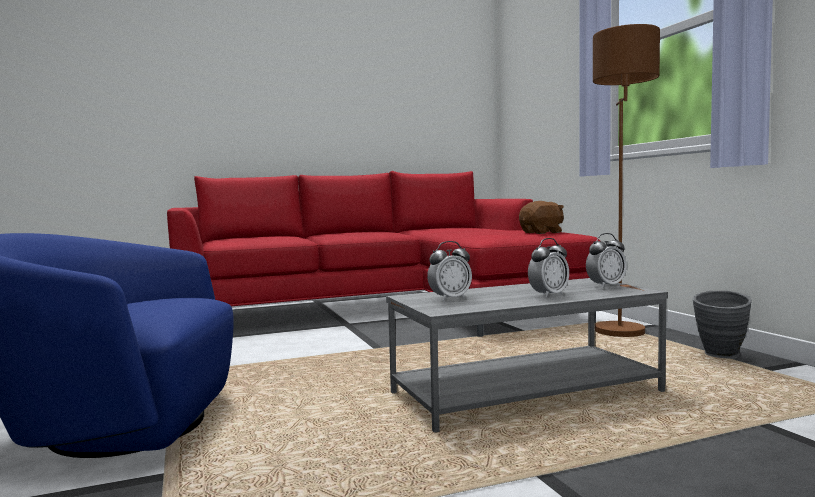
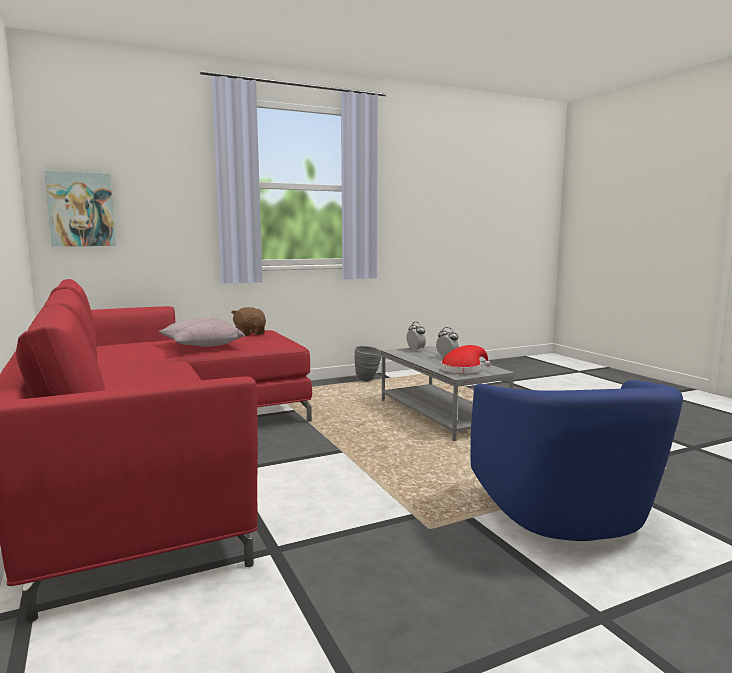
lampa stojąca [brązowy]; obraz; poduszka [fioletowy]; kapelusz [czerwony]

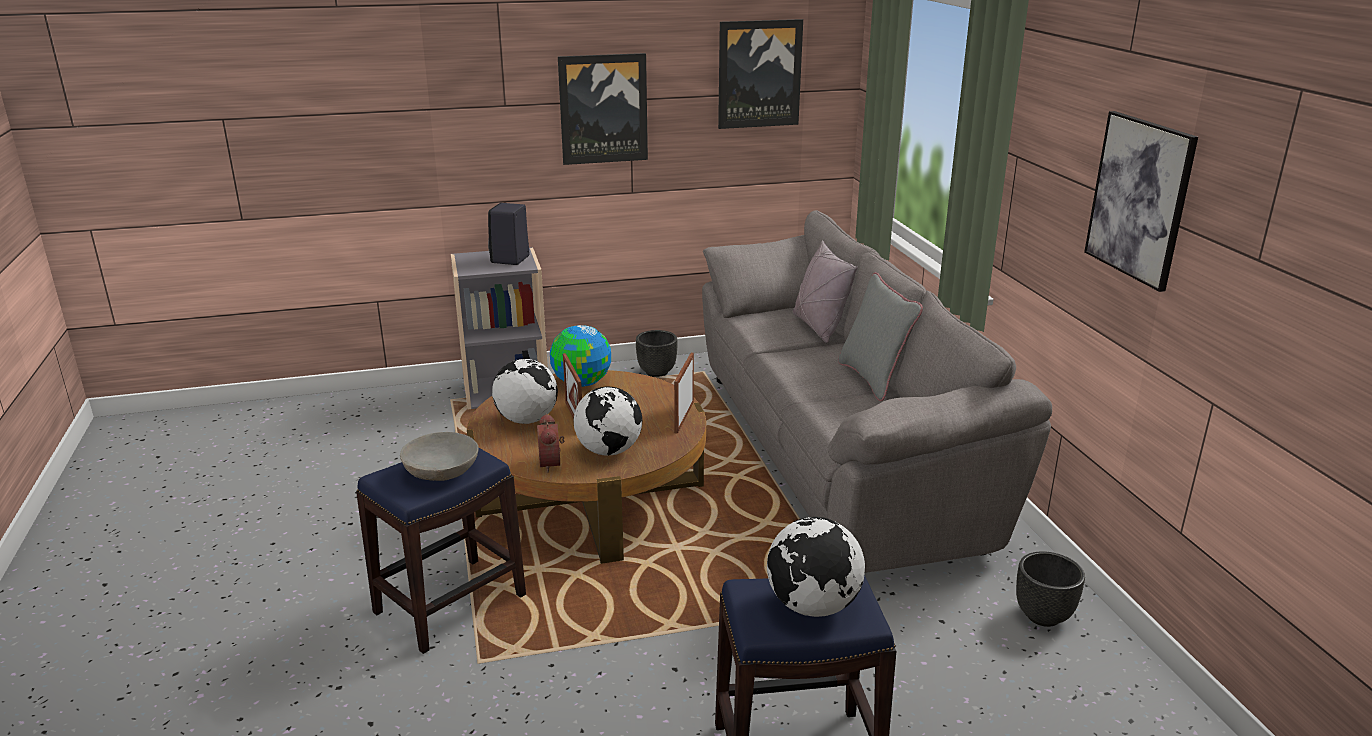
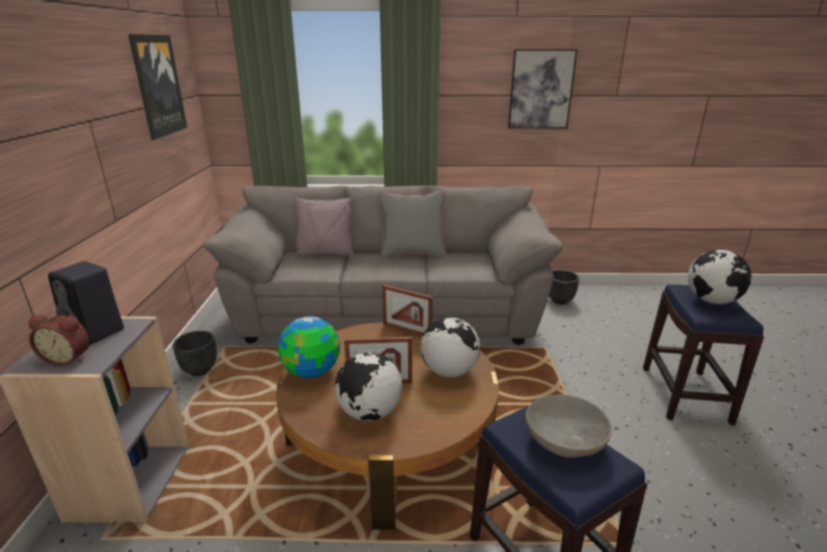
obraz (1st from left in the first image); budzik

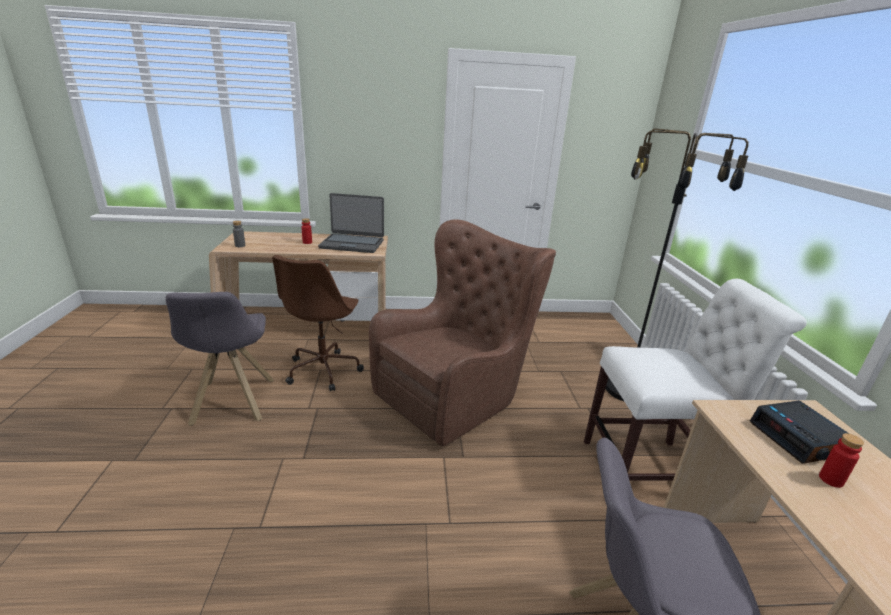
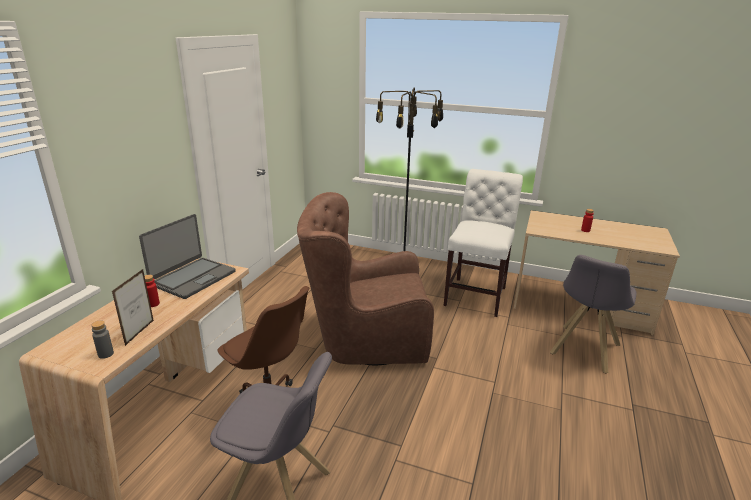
budzik; ramka na zdjęcie; fotel [brązowy]

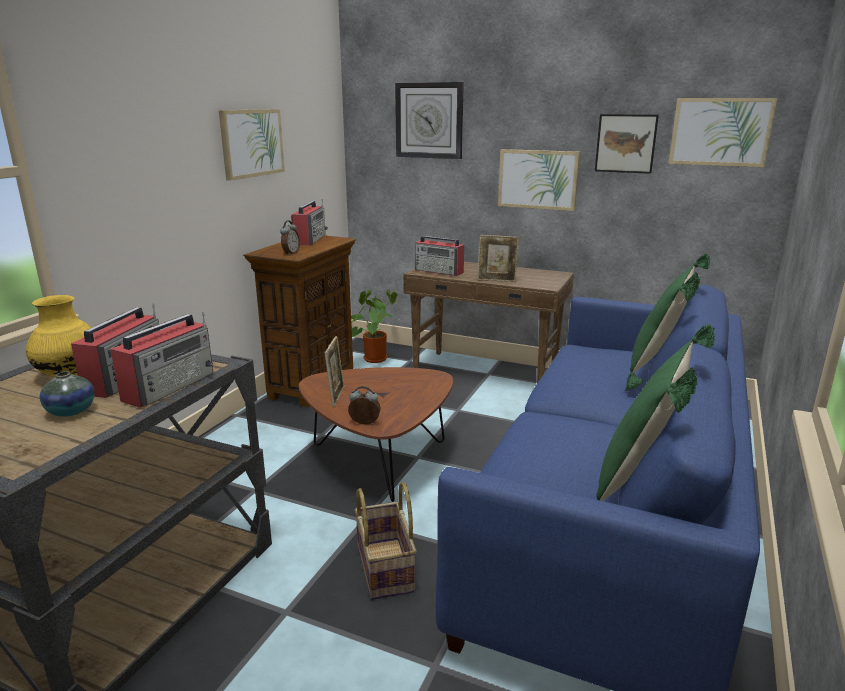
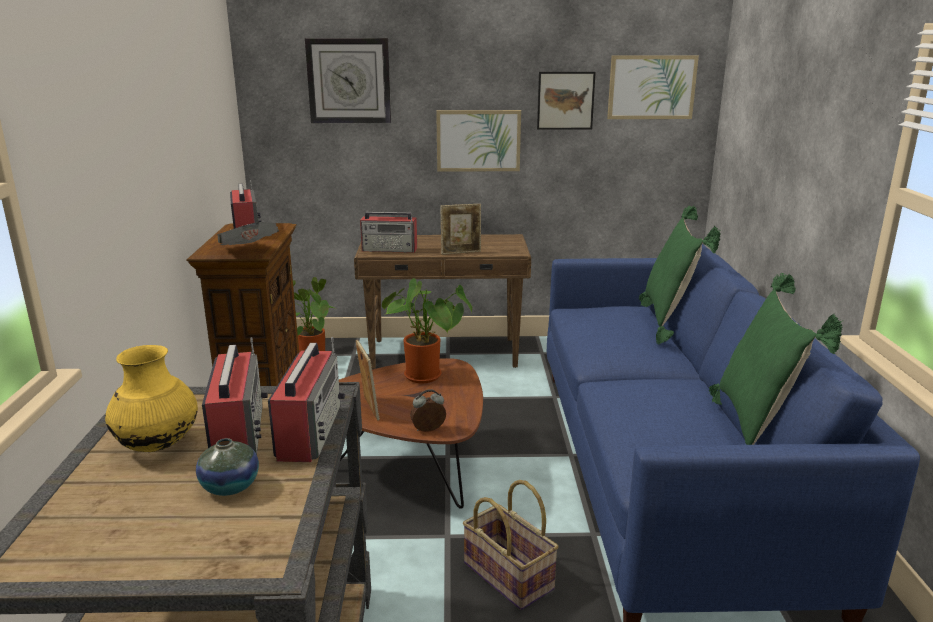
obraz (1st from left in the first image); roślina doniczkowa (2nd from left); gazeta

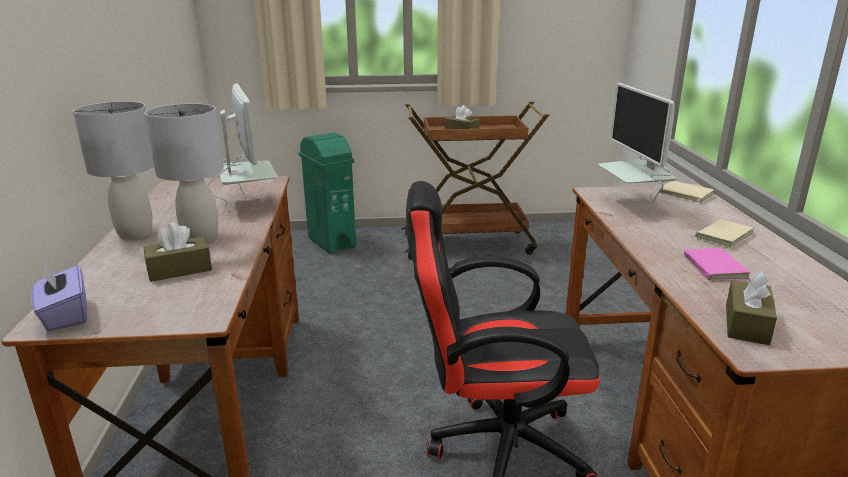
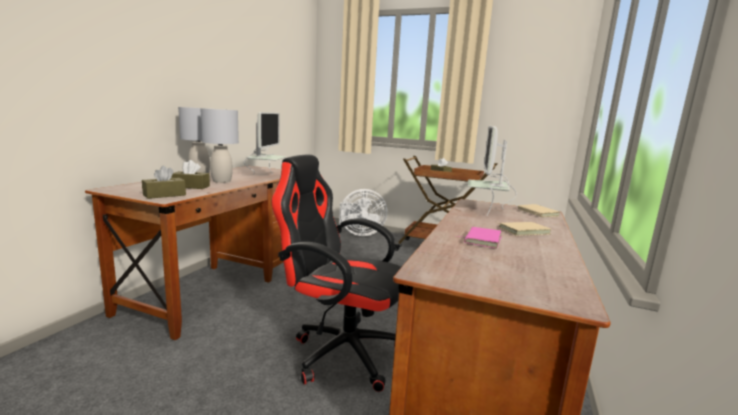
pudełko chusteczek [fioletowy]; pudełko chusteczek [brązowy] (1st from left); wentylator [biały]

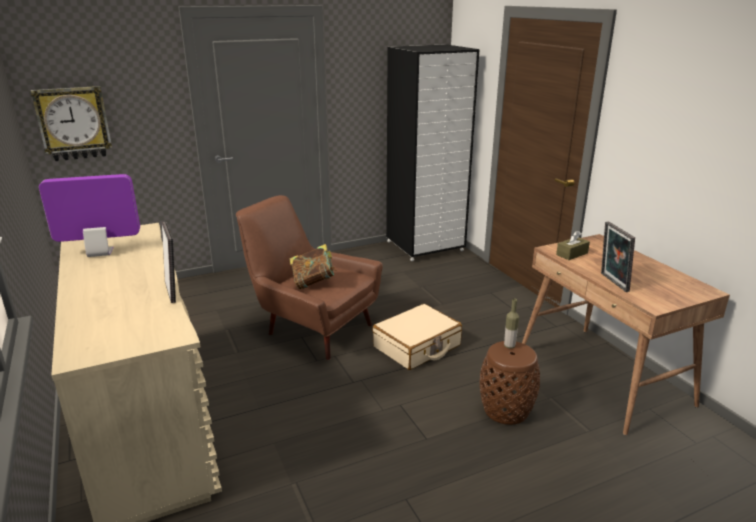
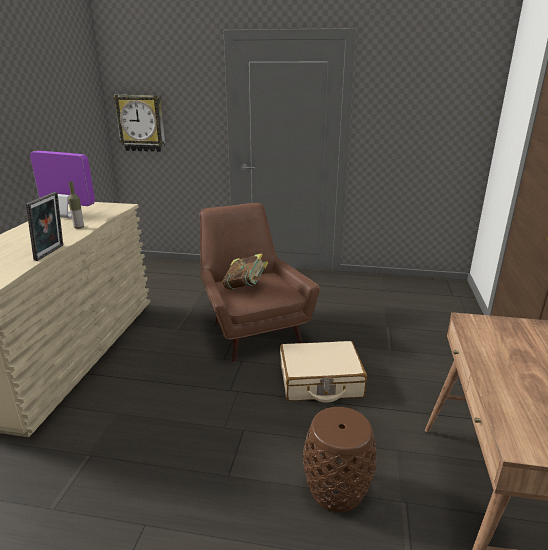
szafa; pudełko chusteczek [brązowy]; ramka na zdjęcie (2nd from left in the first image); butelka

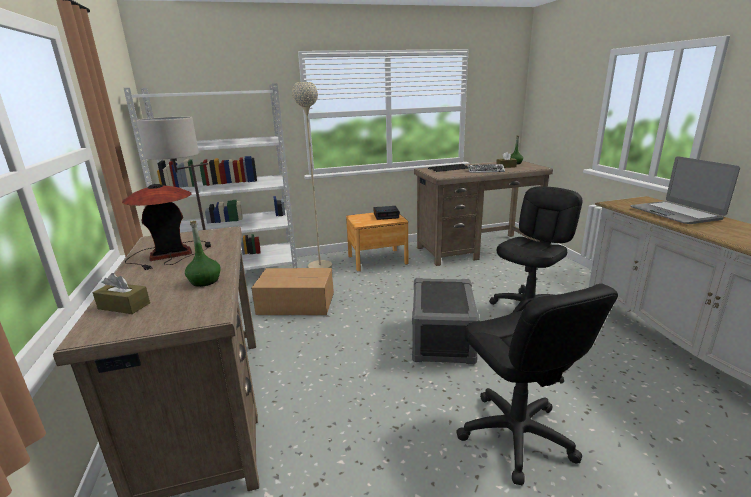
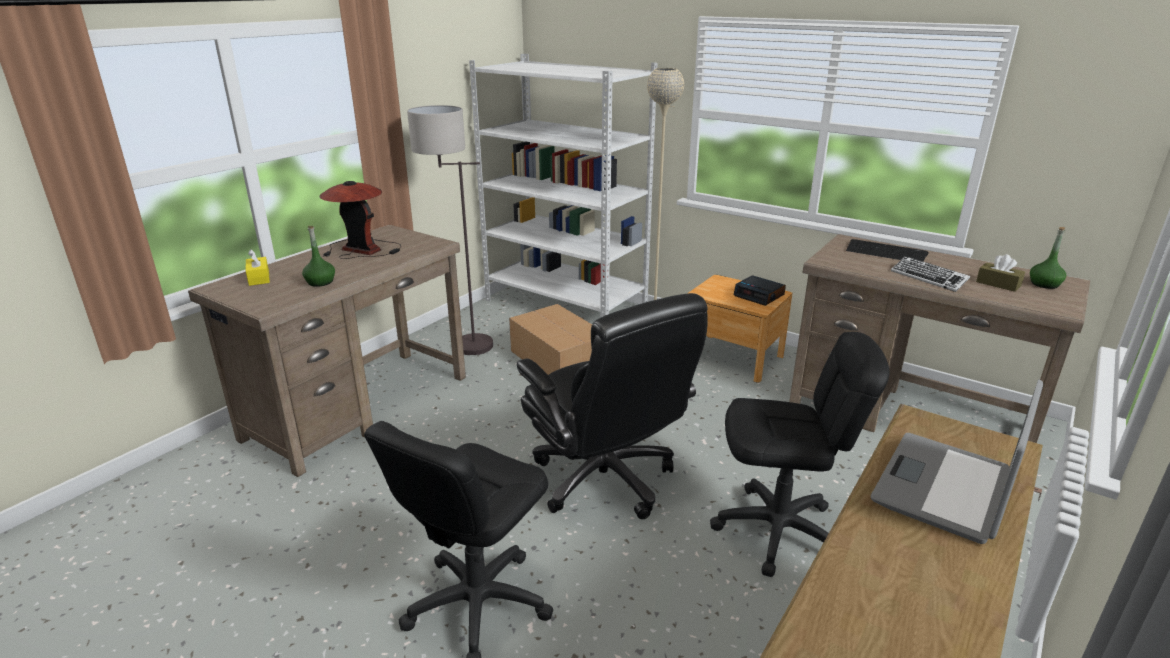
krzesło biurowe [czarny] (2nd from left); pudełko chusteczek [żółty]

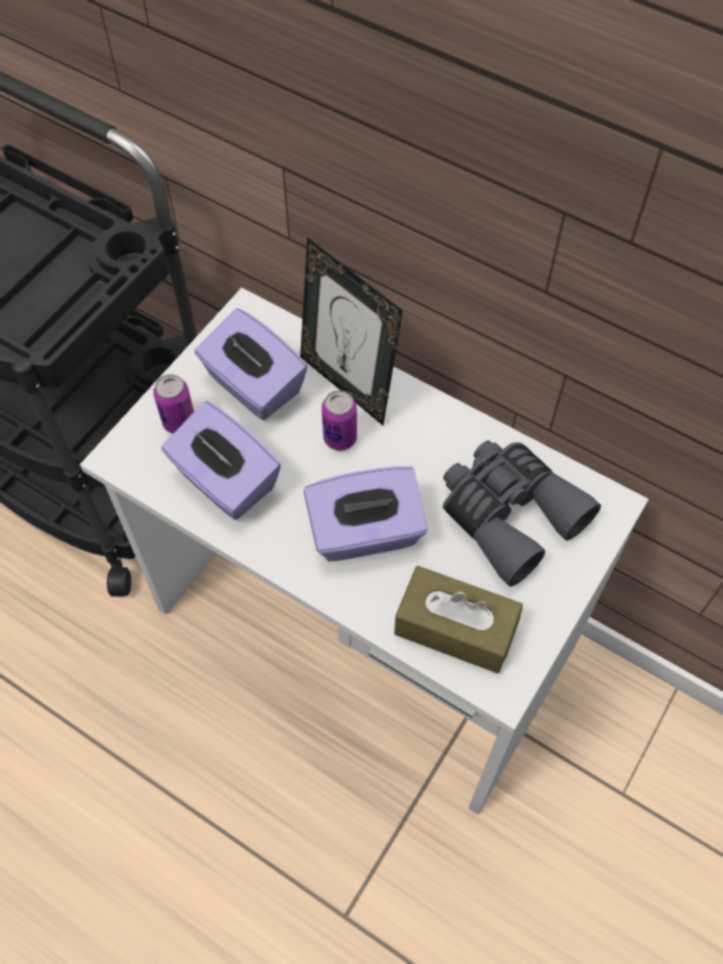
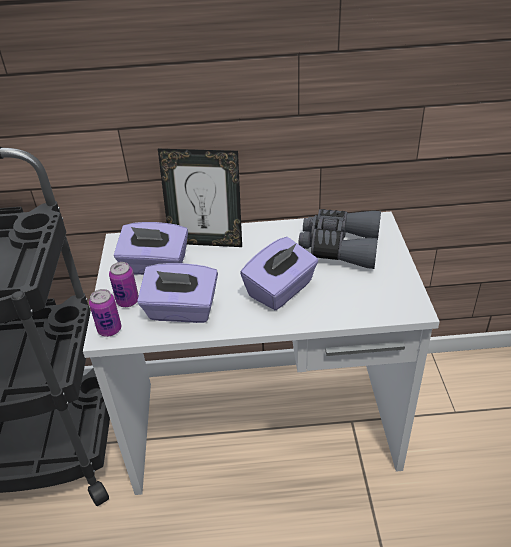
pudełko chusteczek [brązowy]; puszka (1st from left)

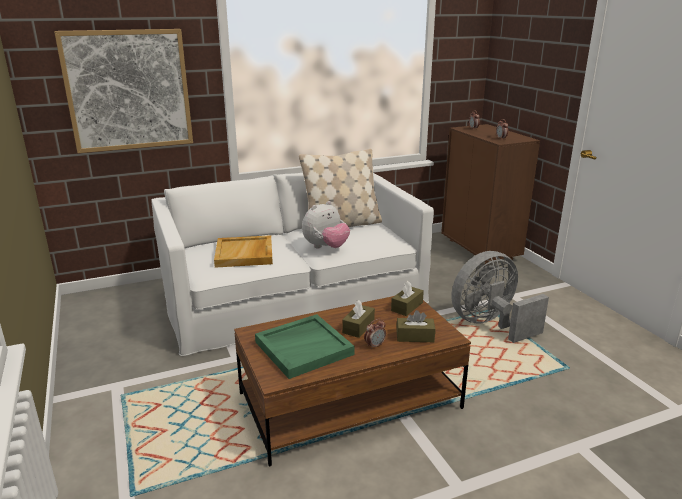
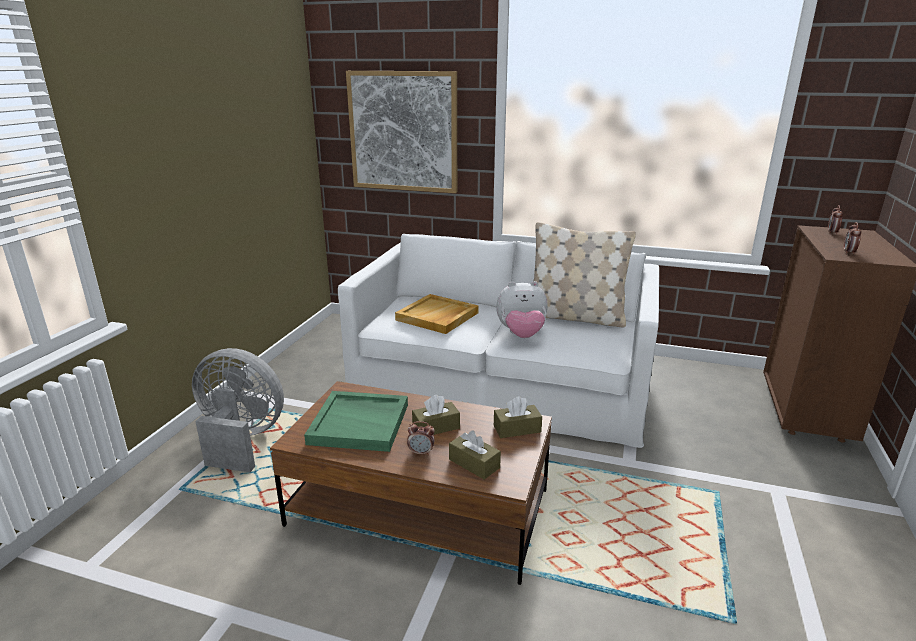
wentylator [szary]

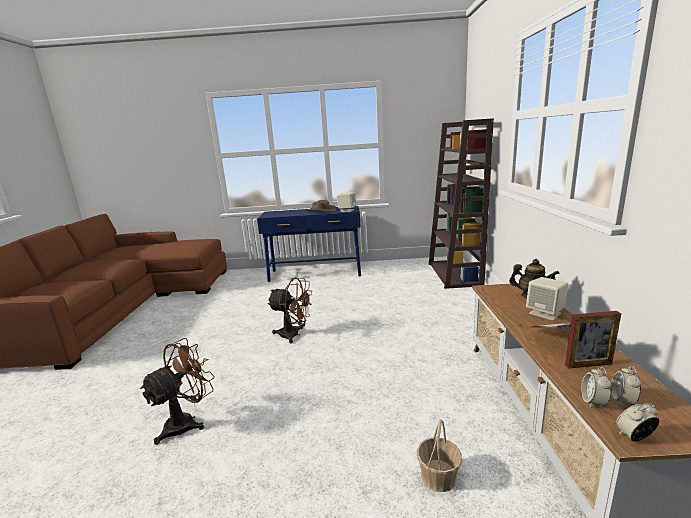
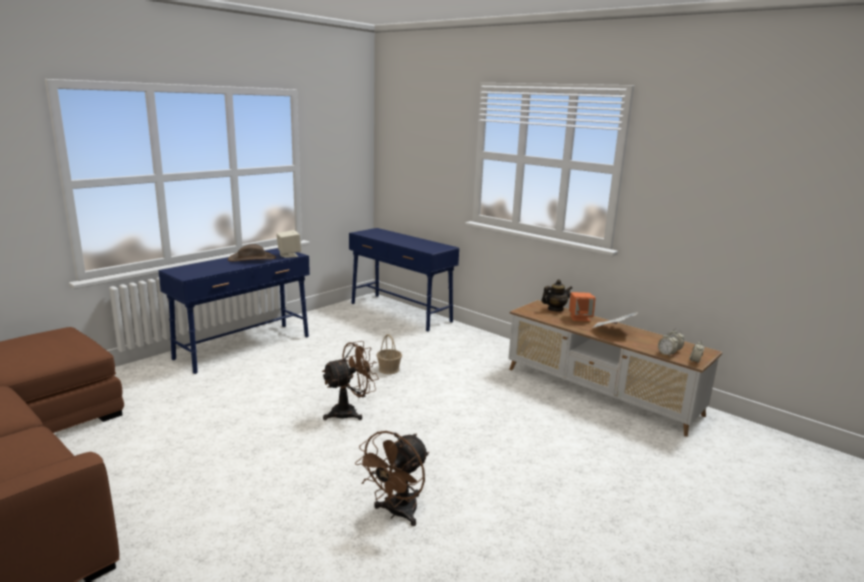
ramka na zdjęcie; koszyk; stolik konsolowy [niebieski] (2nd from left); głośnik [pomarańczowy]; wentylator [brązowy] (2nd from left)

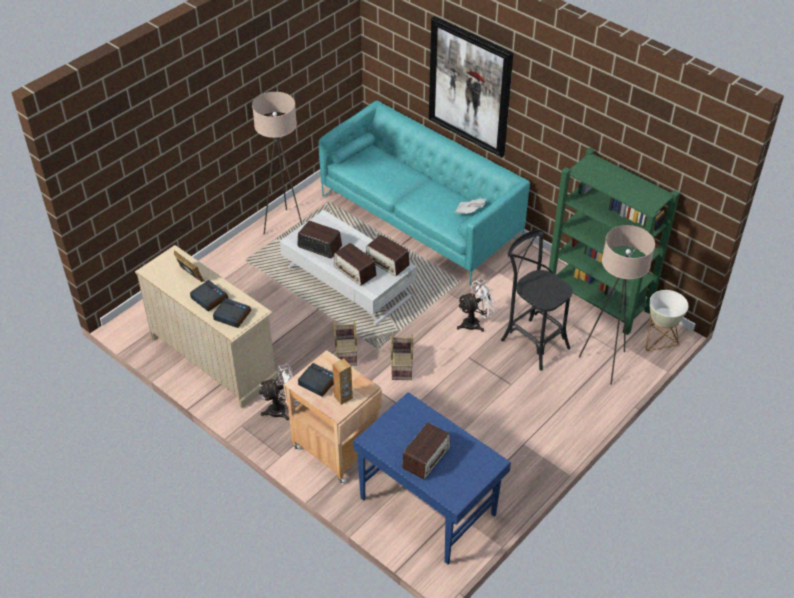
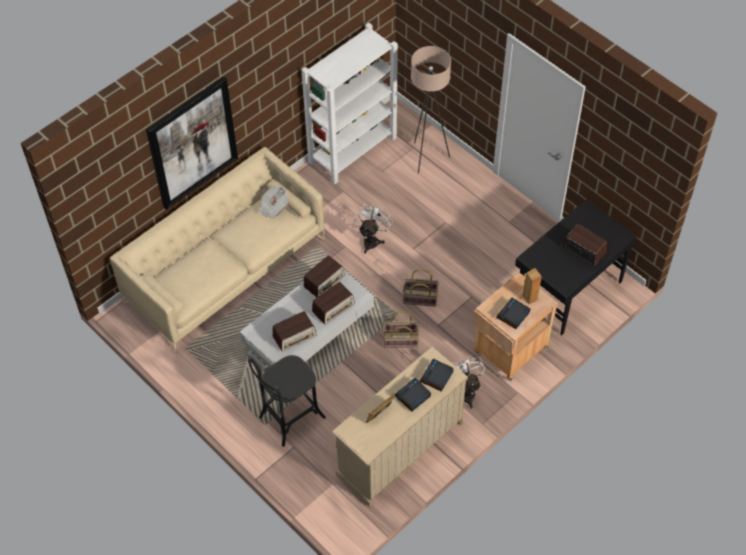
lampa stojąca [beżowy] (1st from left in the first image); donica; stołek [czarny]; kanapa [beżowy]; biurko [czarny]; regał [biały]; radio (1st from left); wentylator [biały] (1st from left)

